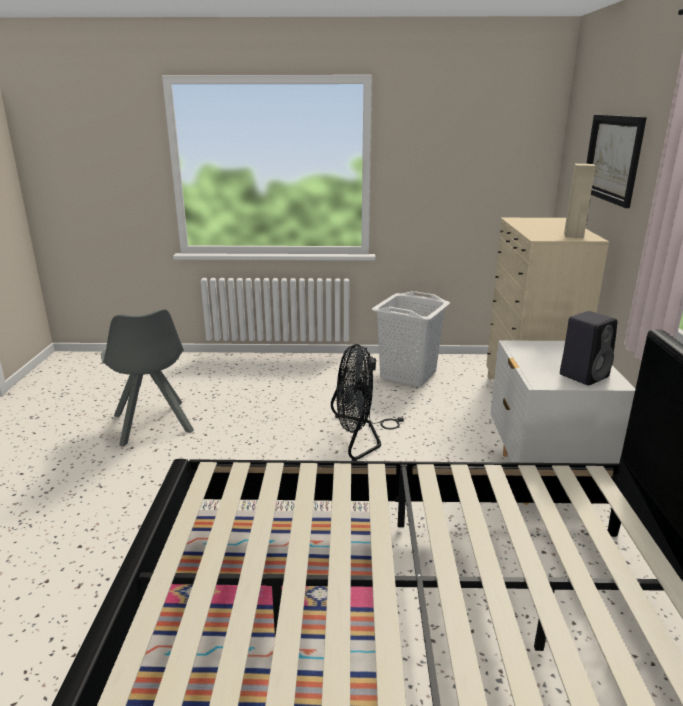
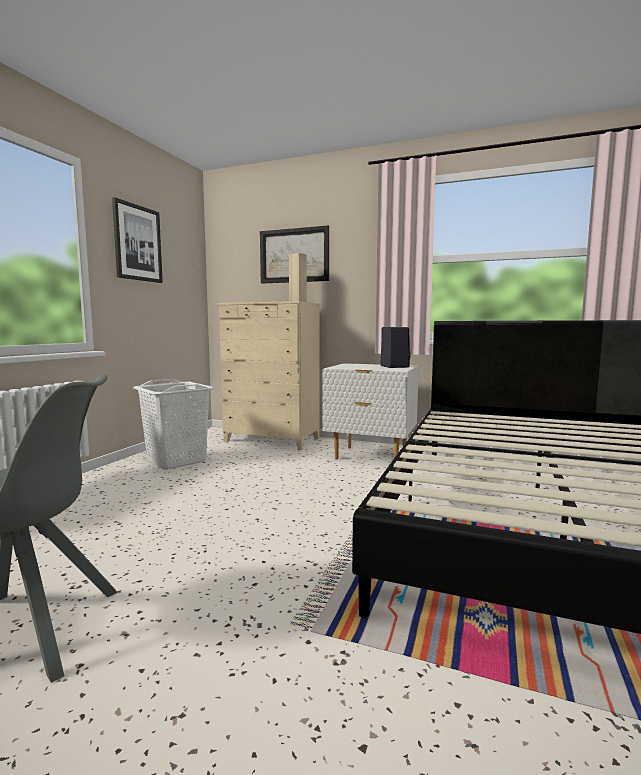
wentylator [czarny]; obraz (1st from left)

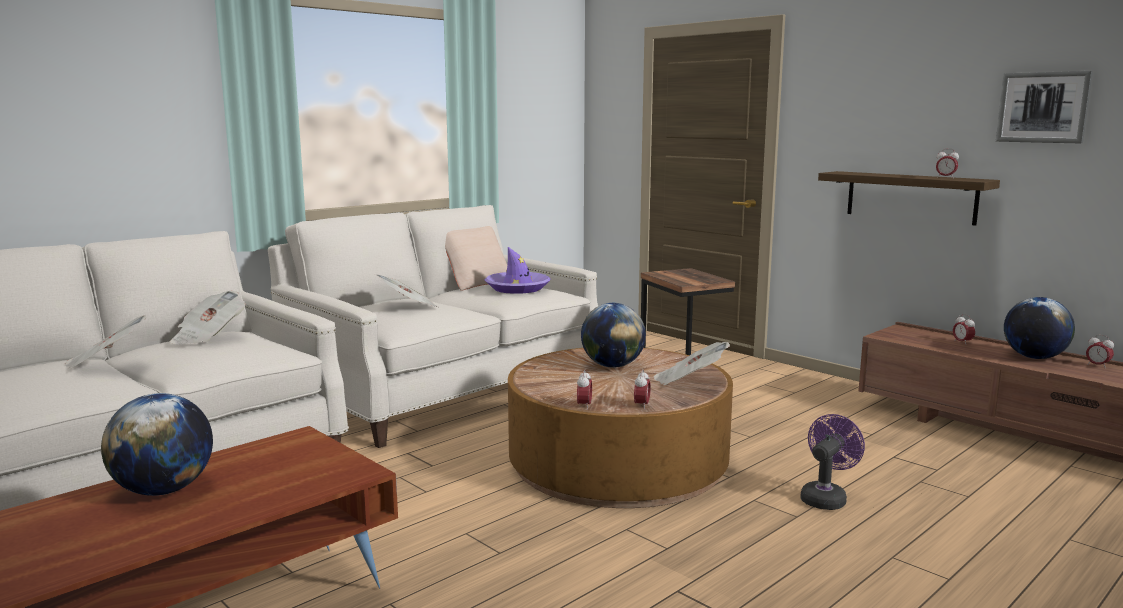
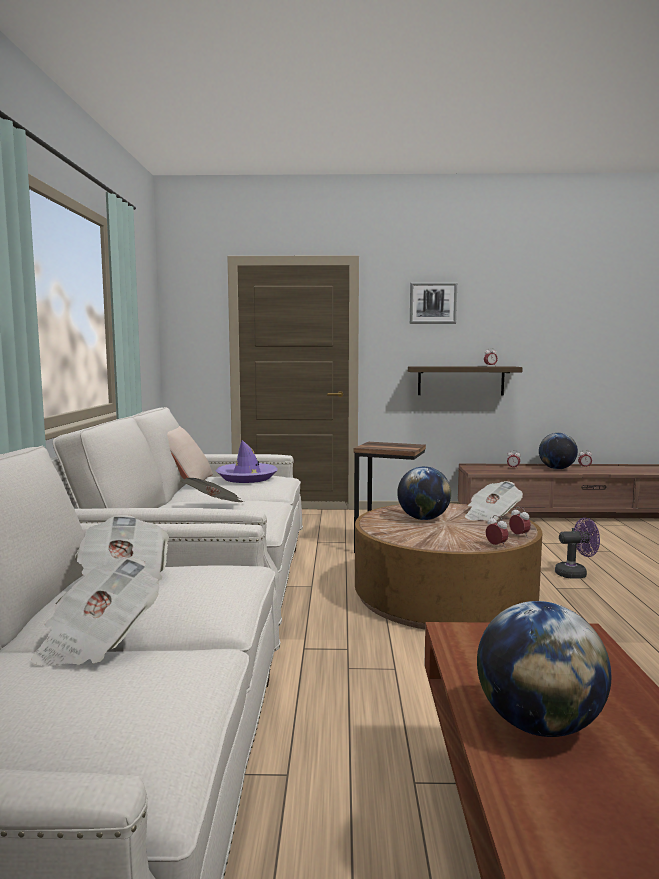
obraz; wentylator [fioletowy]

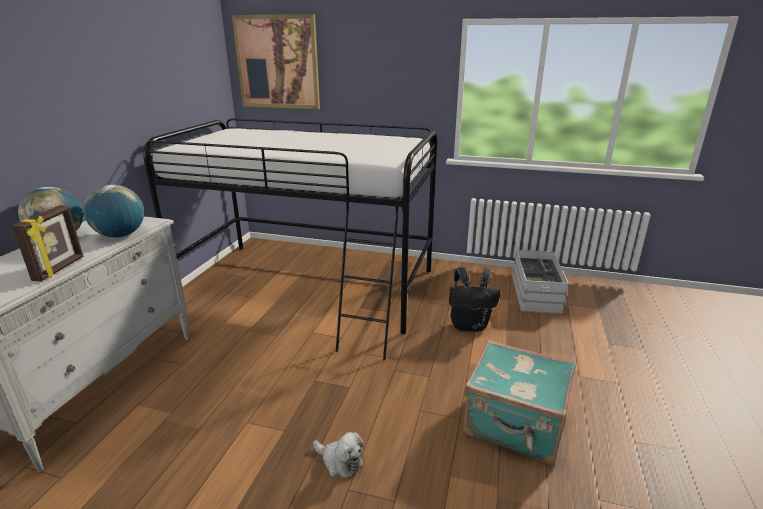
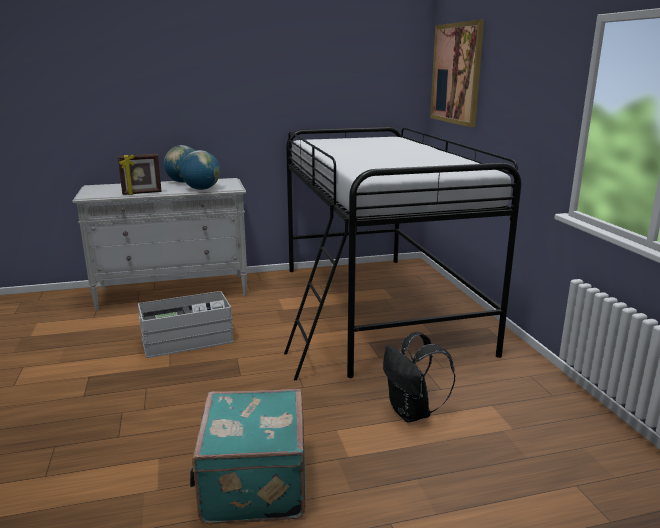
pluszak; pojemnik do przechowywania [szary]

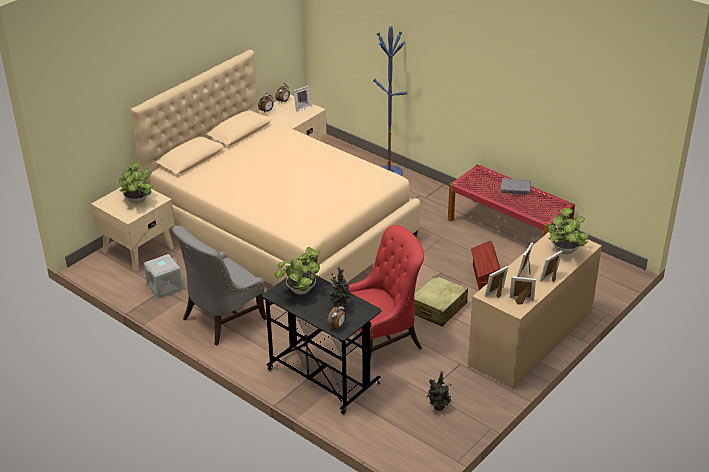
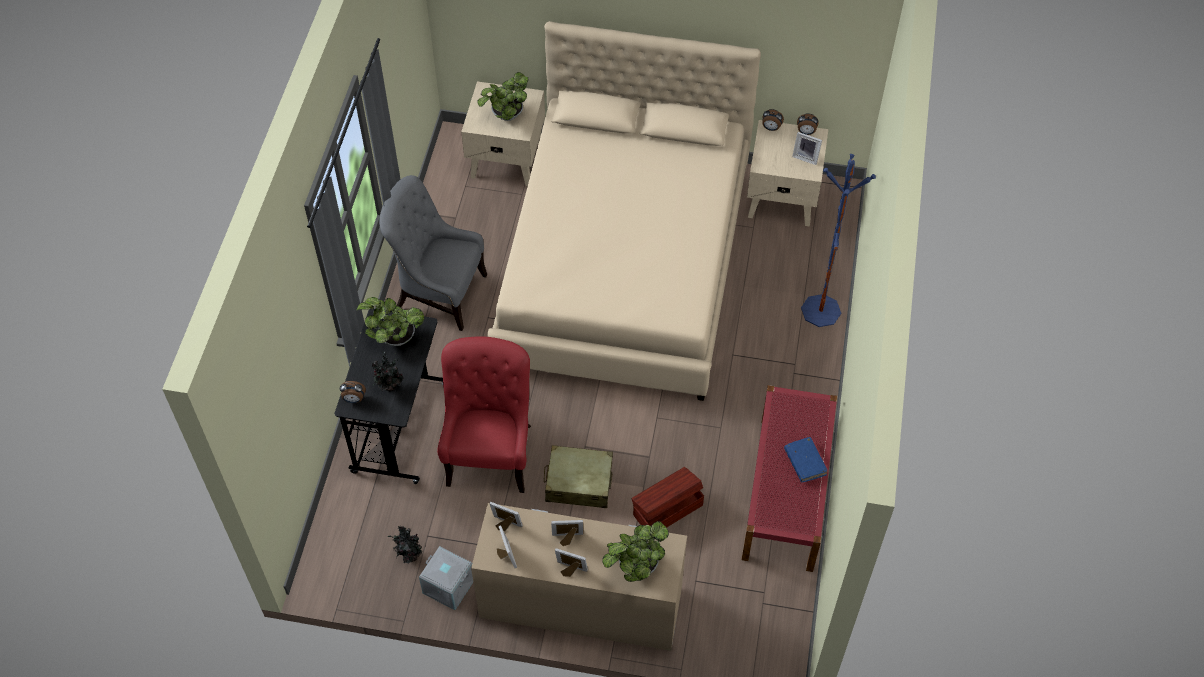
pojemnik do przechowywania [szary]; książka [niebieski]; krzesło [czerwony]

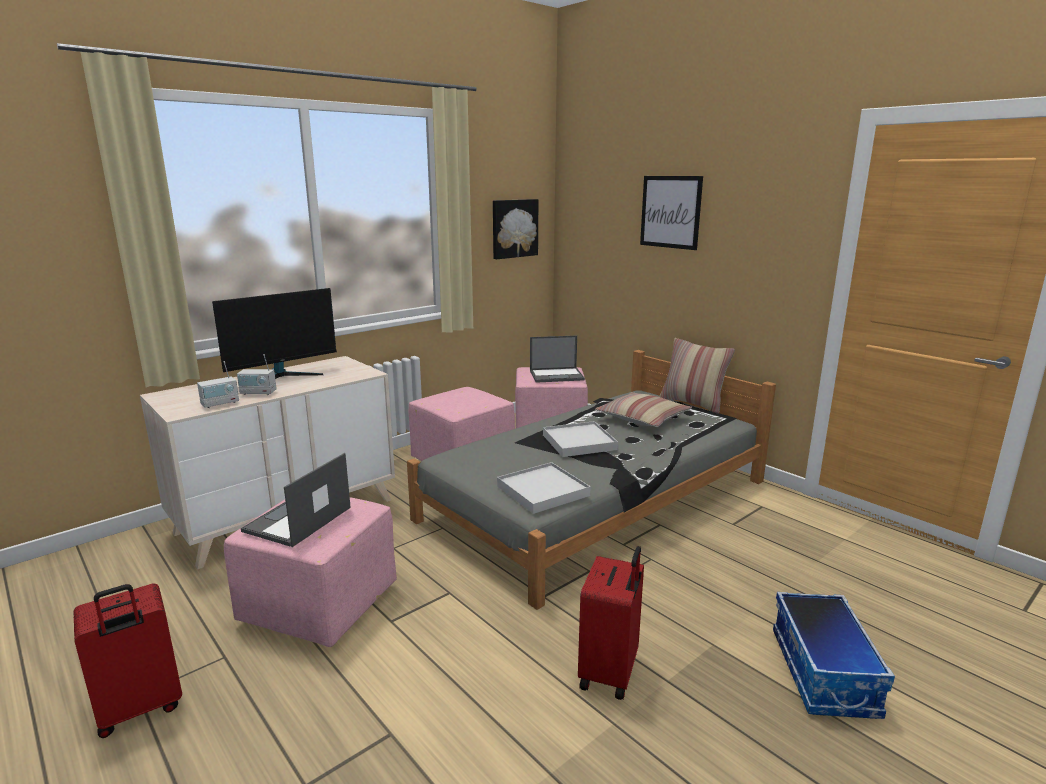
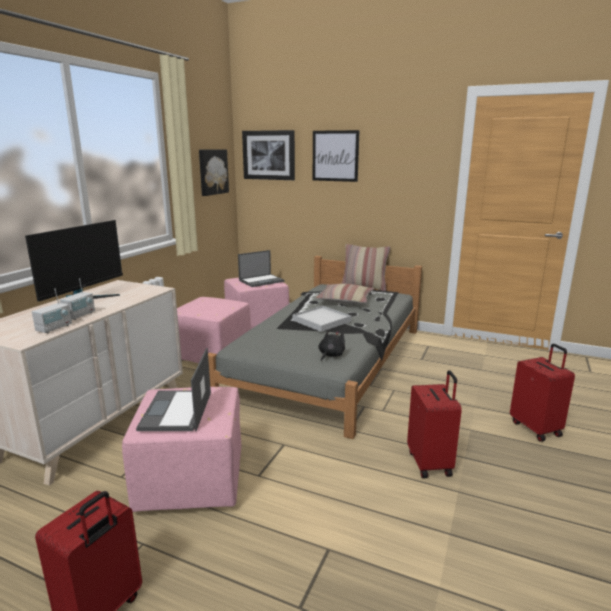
obraz (2nd from left); pluszak [czarny]; walizka [czerwony] (3rd from left); radio (2nd from left)

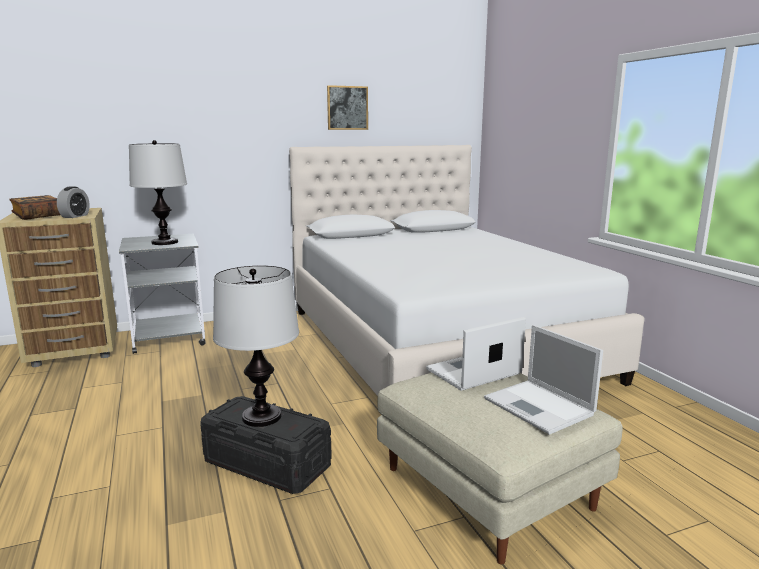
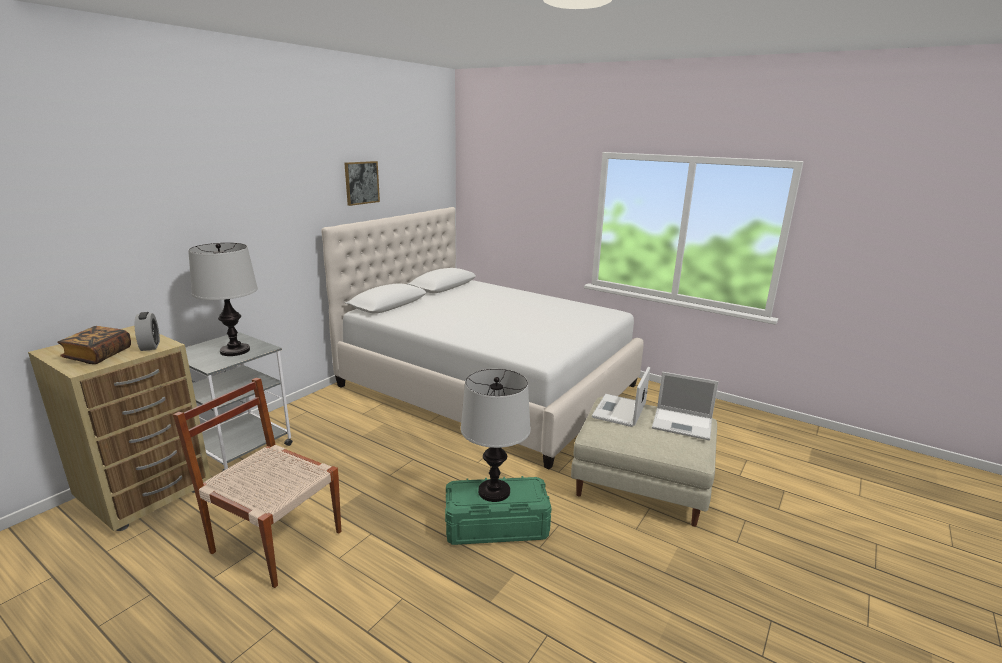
krzesło; pojemnik do przechowywania [zielony]

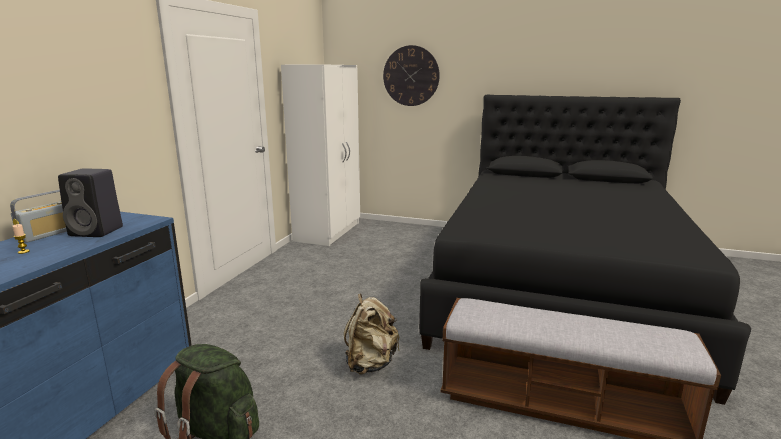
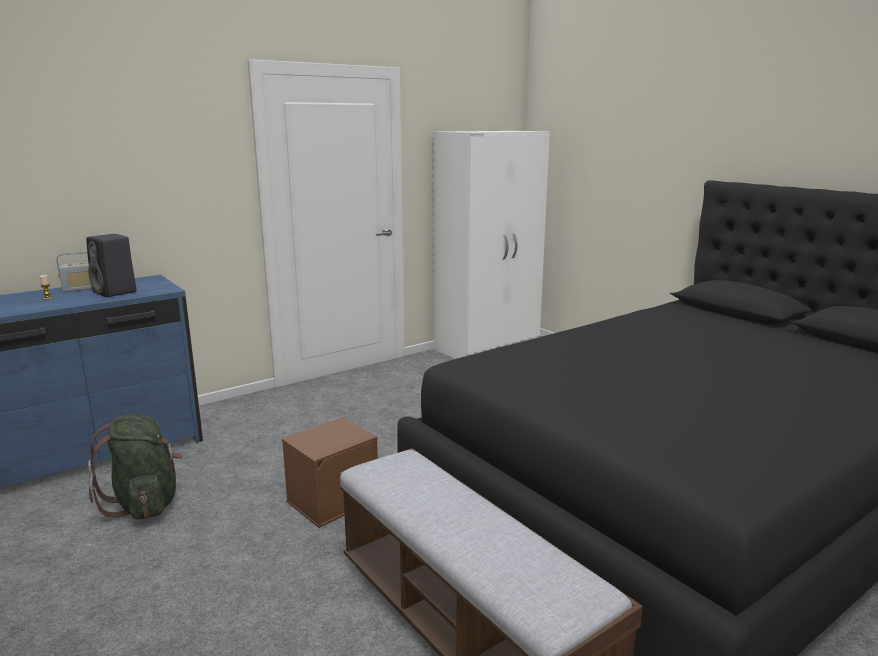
zegar ścienny; pojemnik do przechowywania [brązowy]

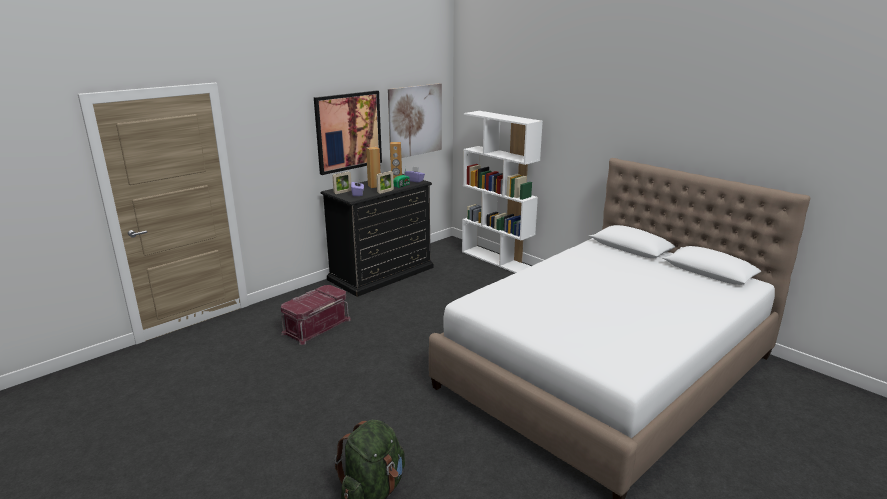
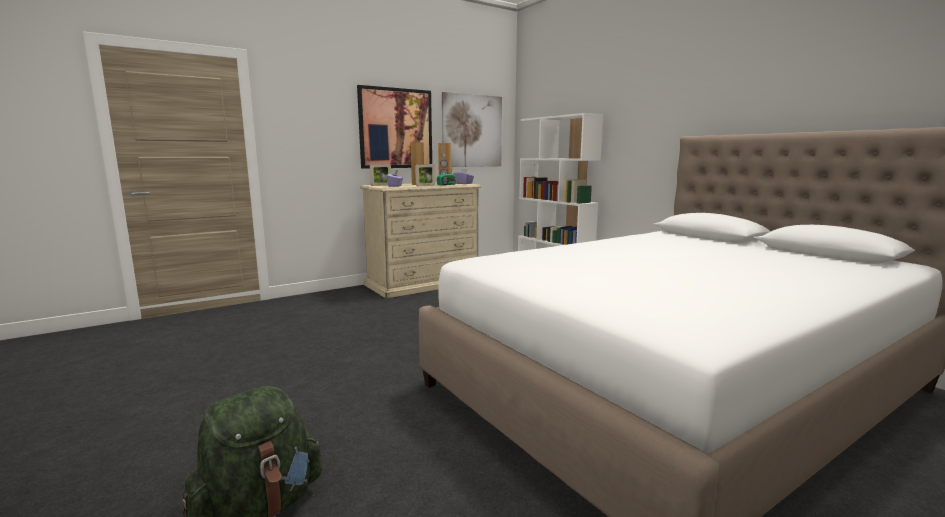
pojemnik do przechowywania [czerwony]; komoda [beżowy]

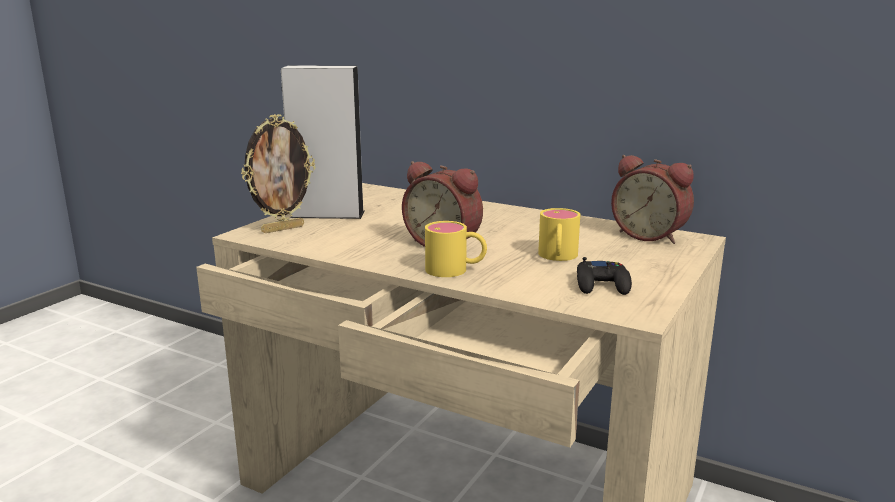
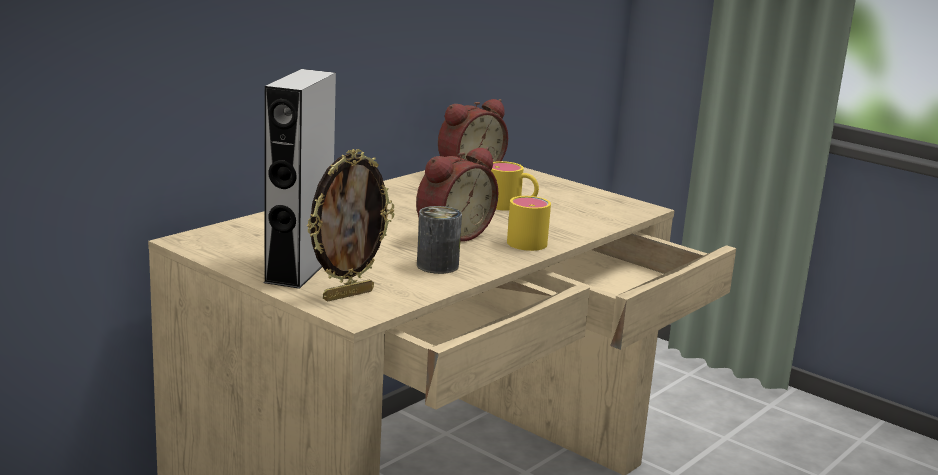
pad do gier [czarny]; puszka; ramka na zdjęcie

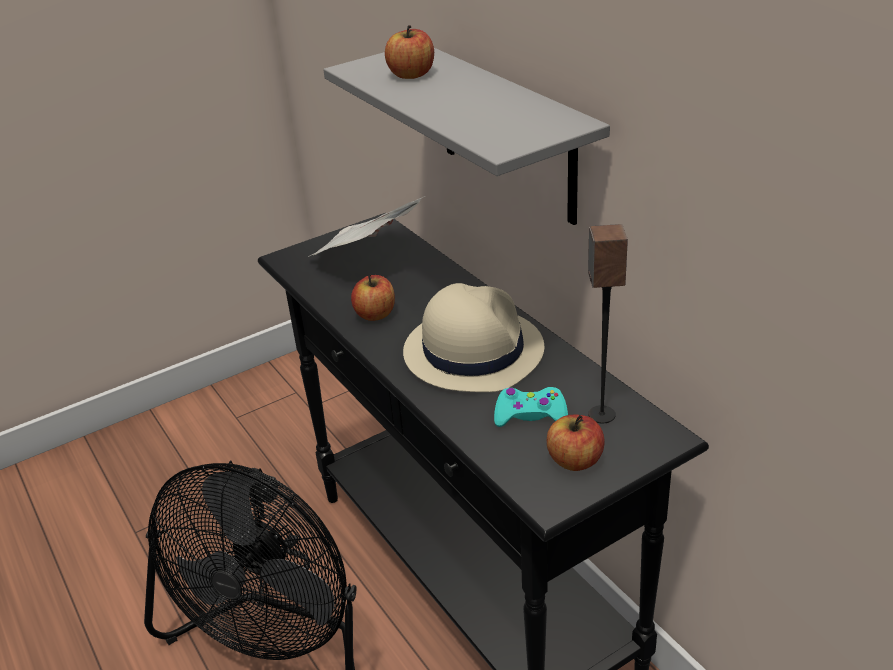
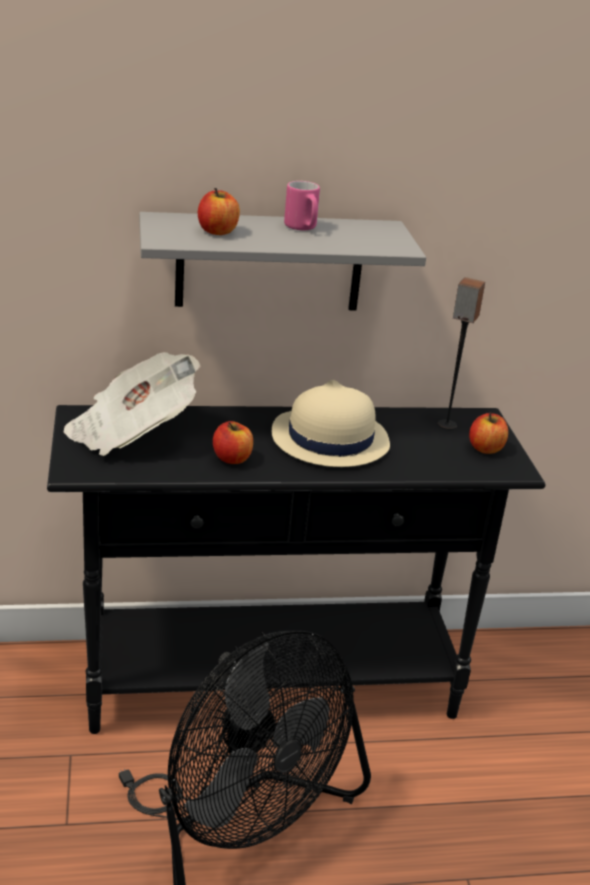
pad do gier [turkusowy]; kubek [różowy]

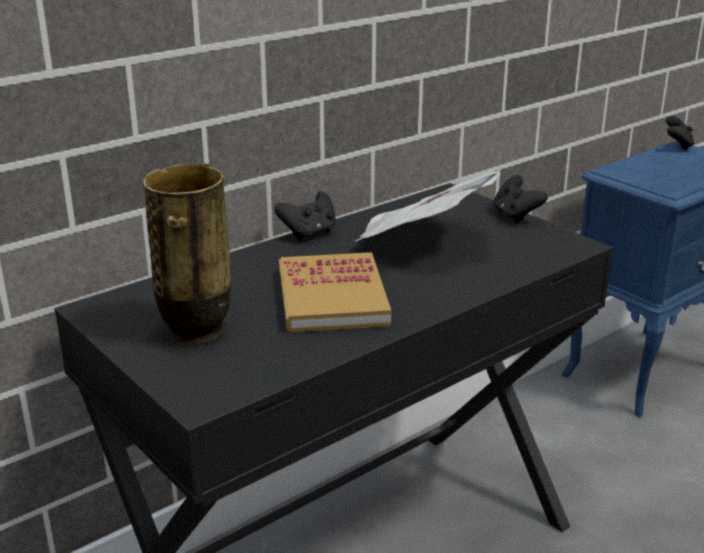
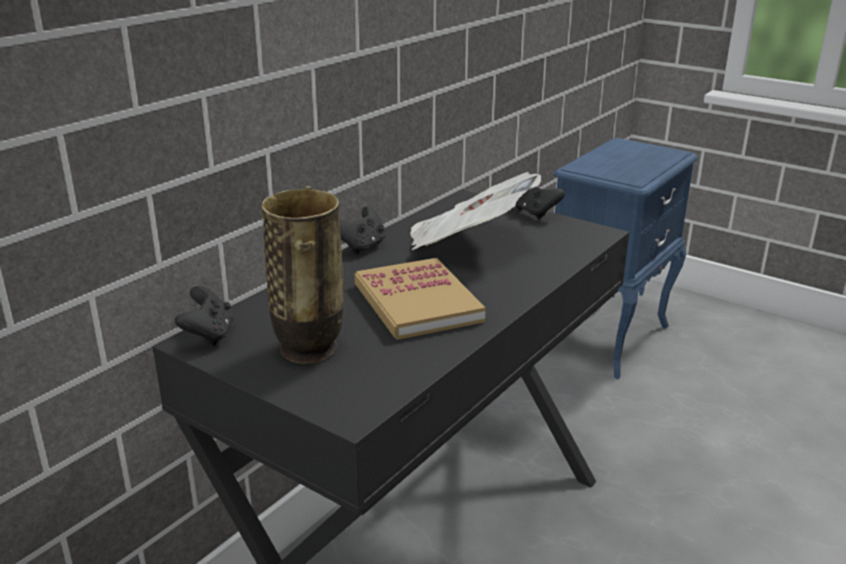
pad do gier [czarny] (1st from left)

